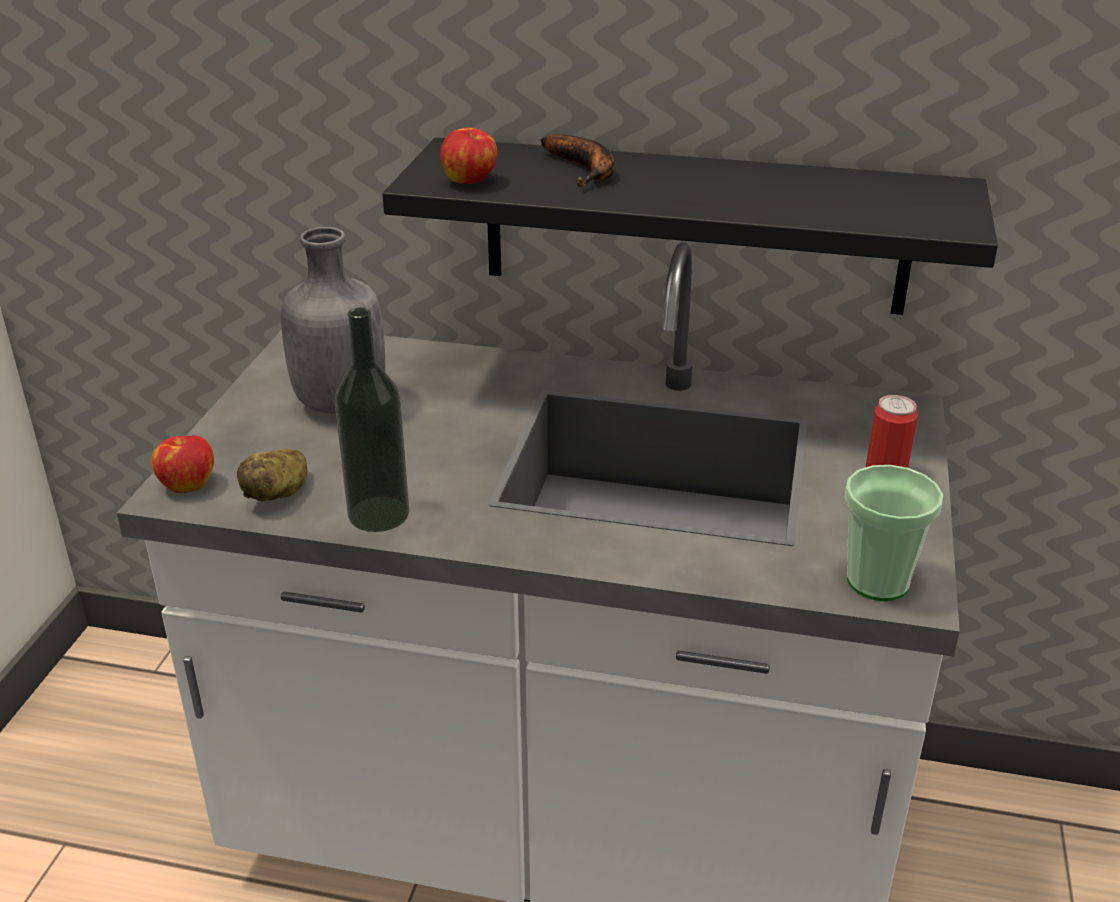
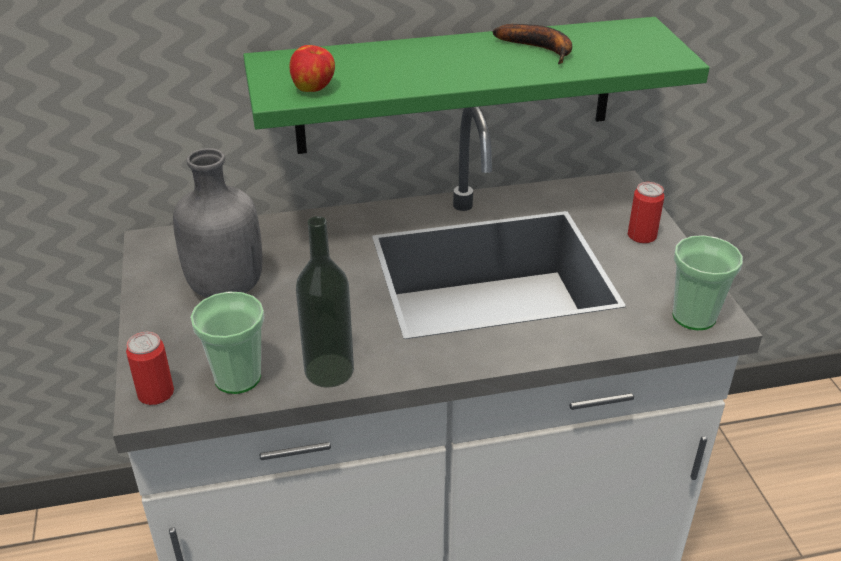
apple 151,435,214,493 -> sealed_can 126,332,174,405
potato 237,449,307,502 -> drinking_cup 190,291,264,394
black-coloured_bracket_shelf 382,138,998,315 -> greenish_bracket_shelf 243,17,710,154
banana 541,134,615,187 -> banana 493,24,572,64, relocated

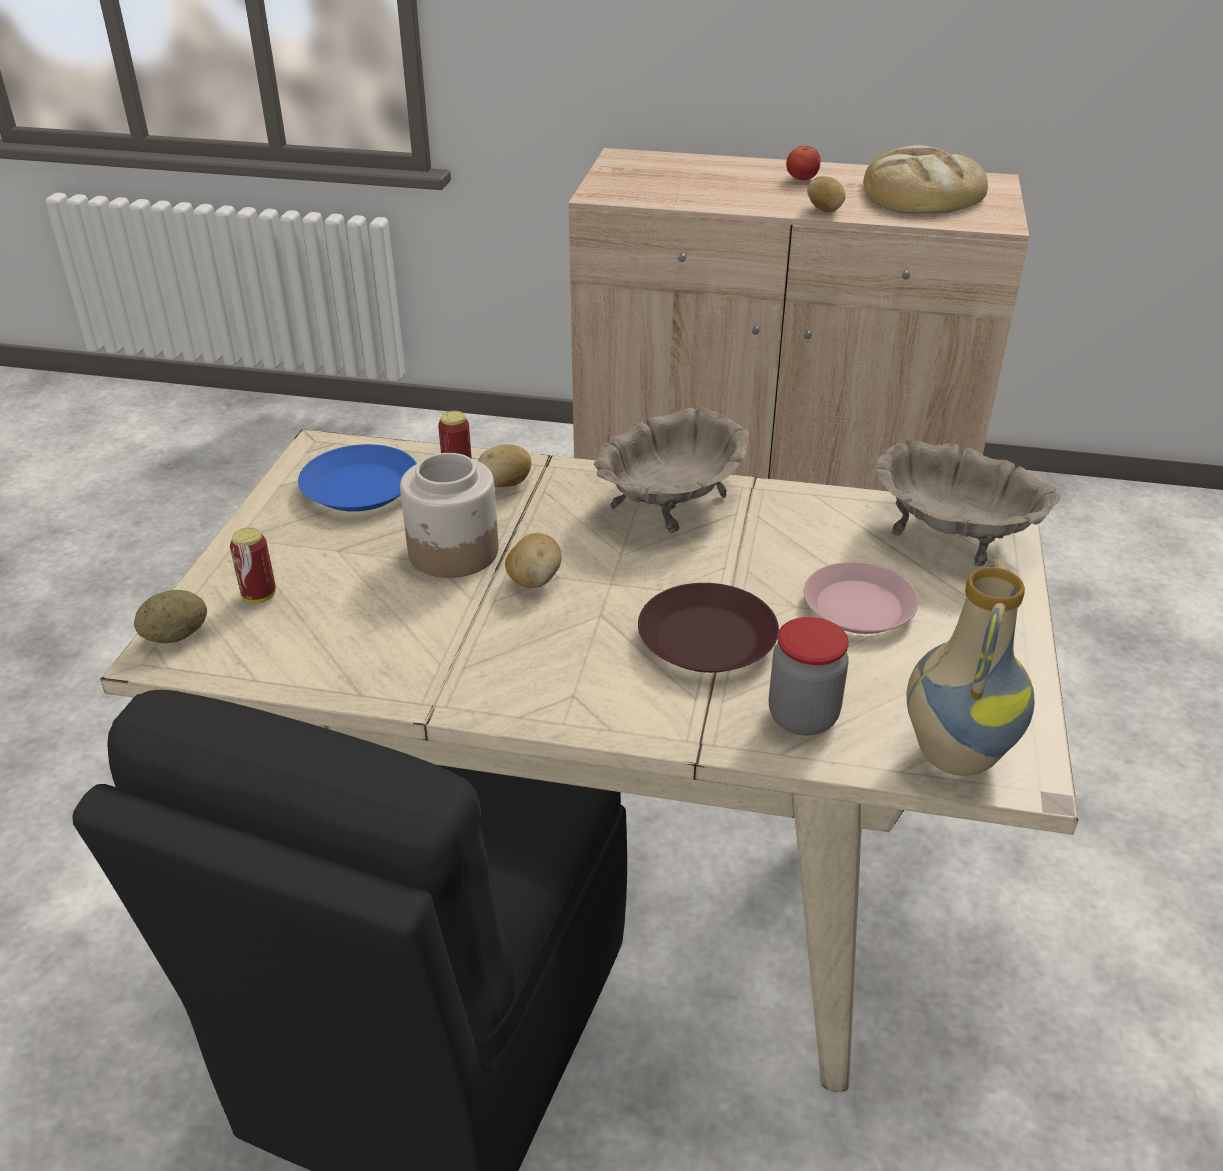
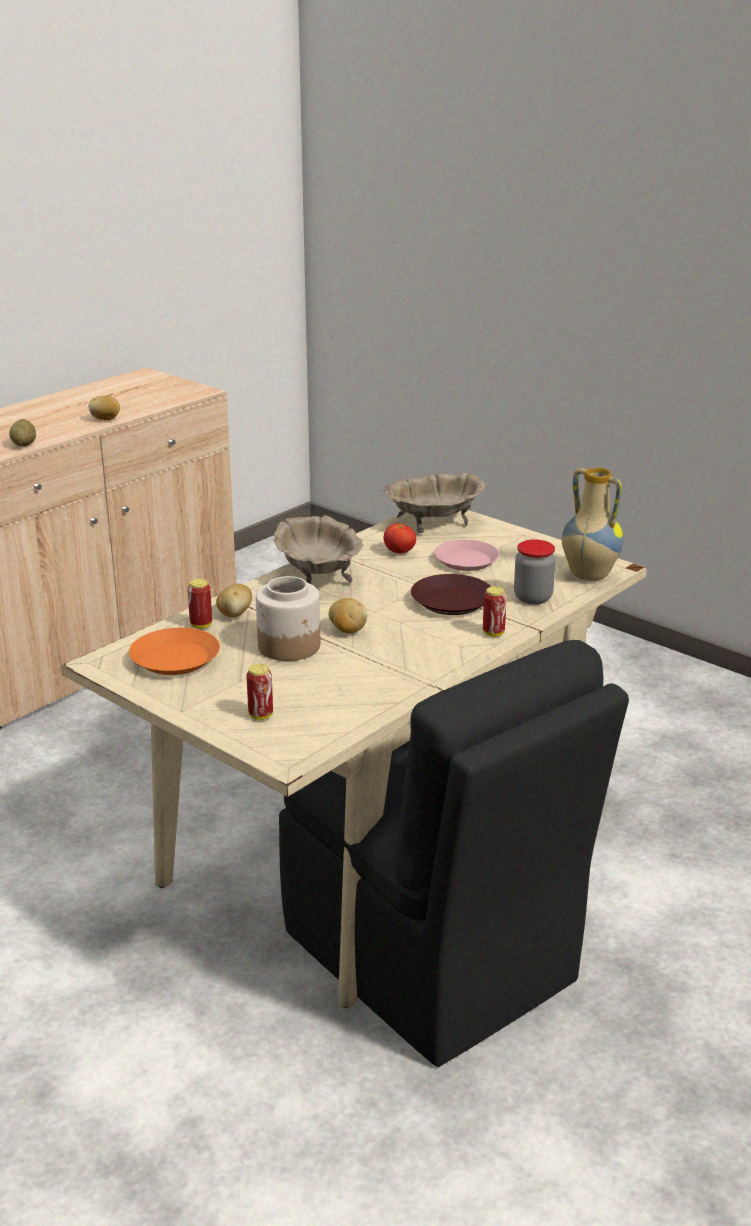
potato 134,590,207,643 -> potato 9,419,36,446, relocated
blue-coloured_plate 298,444,417,512 -> orange_plate 129,628,220,675
whole_tomato 786,146,821,180 -> whole_tomato 384,523,416,553, relocated
none -> sealed_can 483,586,507,637
baked_bread 863,145,988,214 -> none

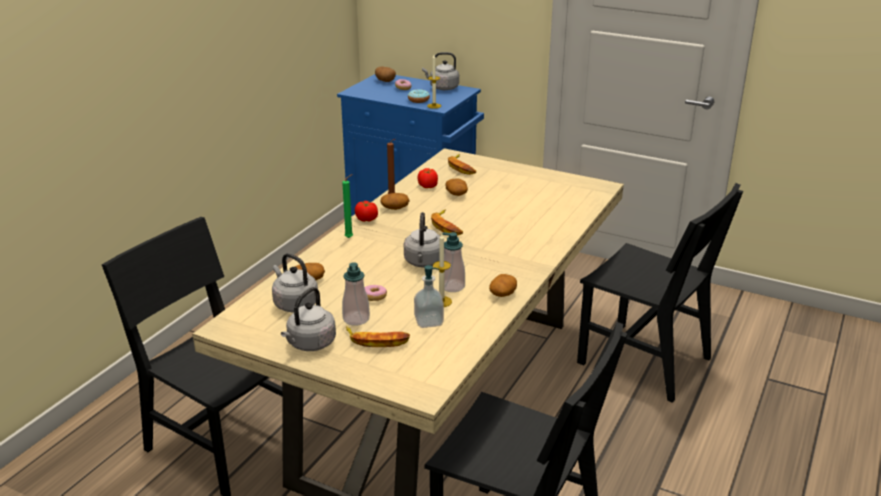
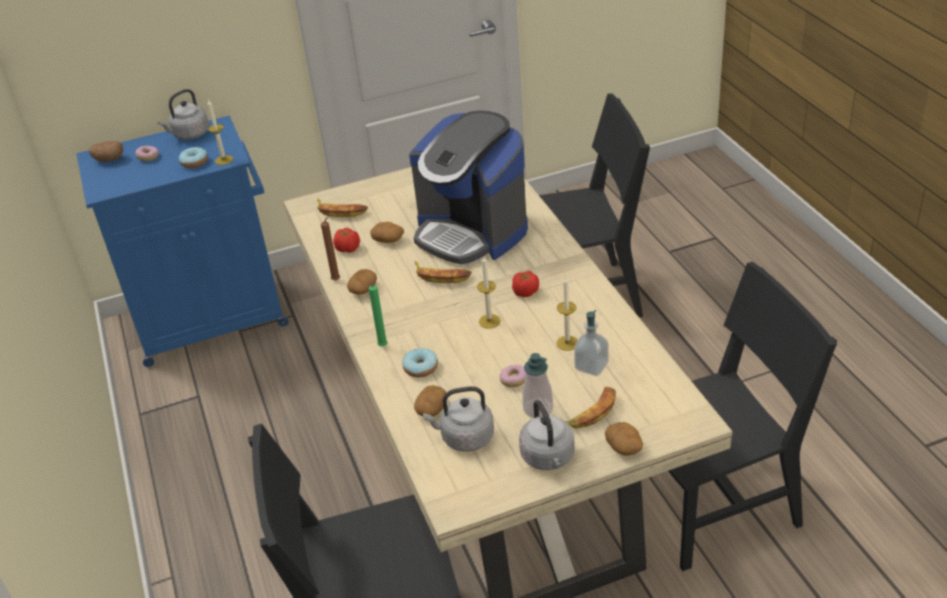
none -> donut 402,348,438,378
none -> coffee_maker 409,111,528,264
grey_tea_kettle 404,212,441,268 -> candle 477,256,501,329
whole_tomato 355,201,378,222 -> whole_tomato 512,271,539,297, relocated
potato 489,274,517,297 -> potato 605,422,643,456, relocated
soap_dispenser 443,232,465,292 -> none

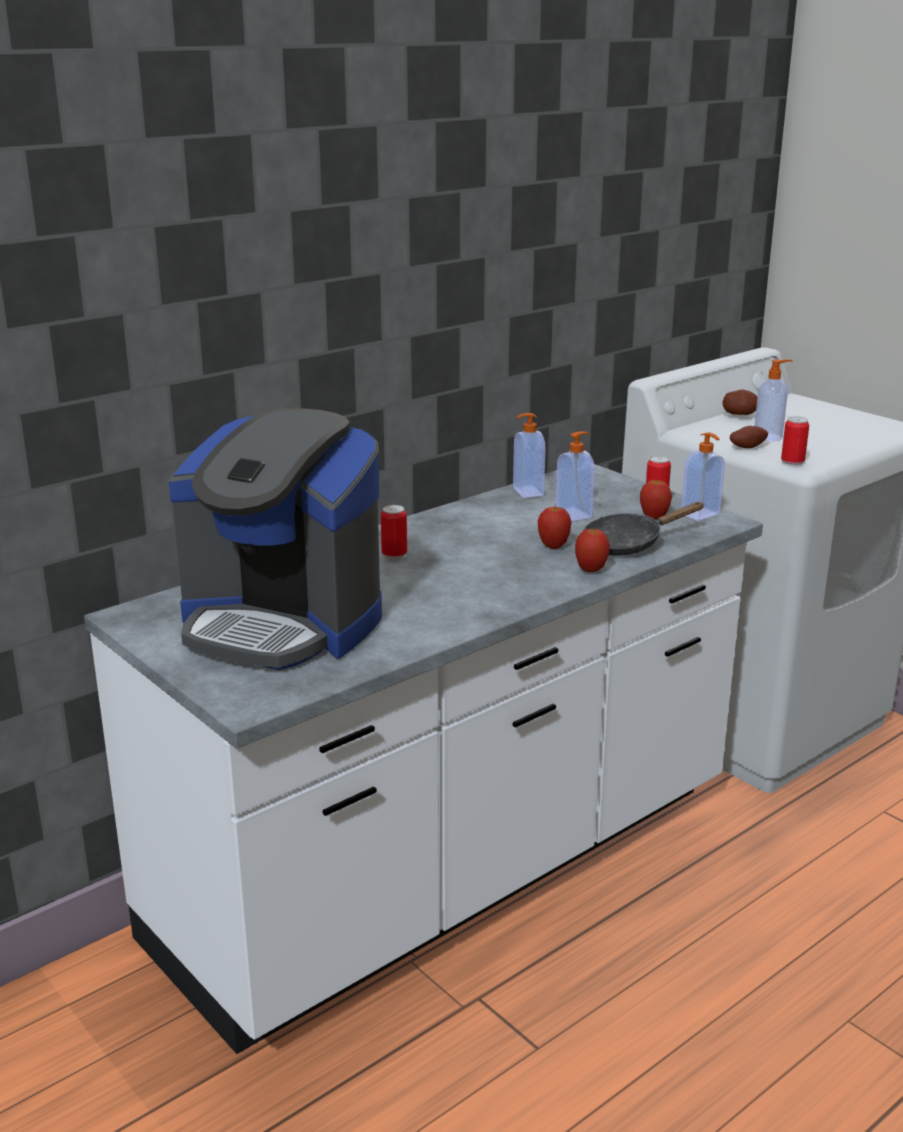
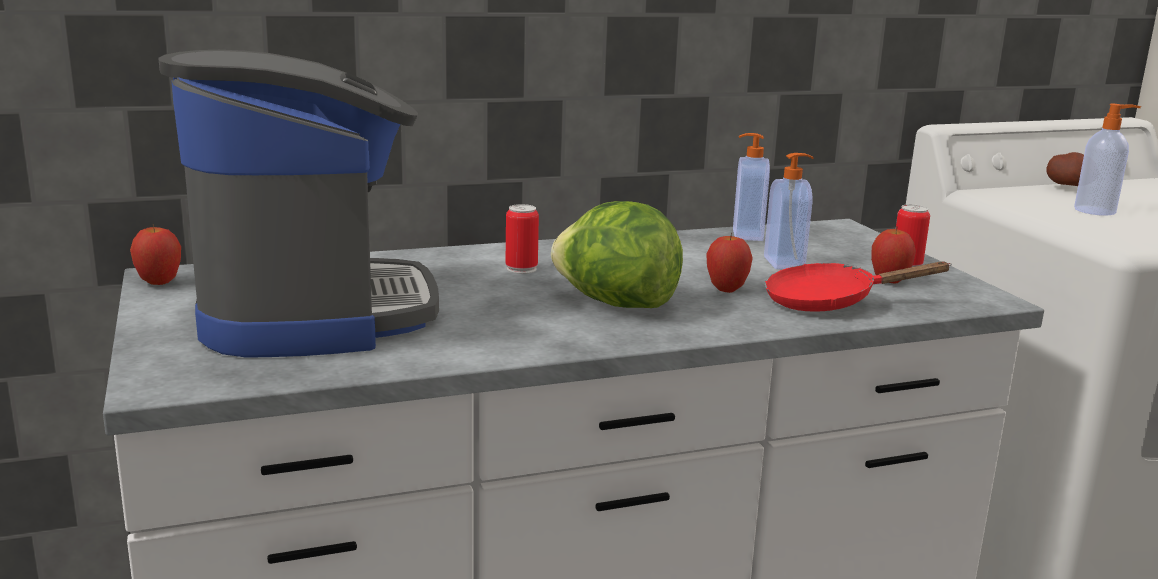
apple 575,527,610,572 -> apple 130,224,181,285, relocated
coffee_maker 169,408,382,670 -> coffee_maker 158,50,439,358, 150 degrees counterclockwise
none -> lettuce 551,201,683,308
black-coloured_frying_pan 583,502,704,556 -> red_frying_pan 765,261,952,312
soap_dispenser 681,432,725,521 -> none
potato 730,426,768,448 -> none
sealed_can 781,416,809,467 -> none

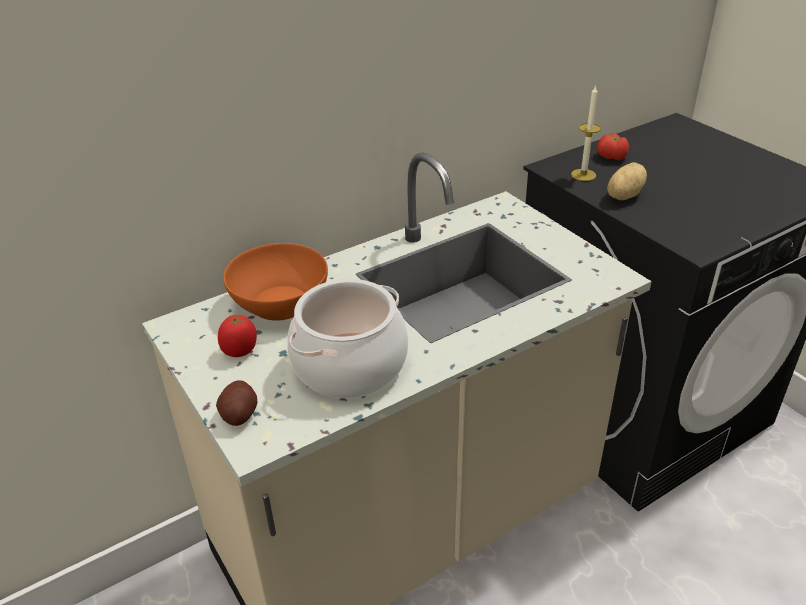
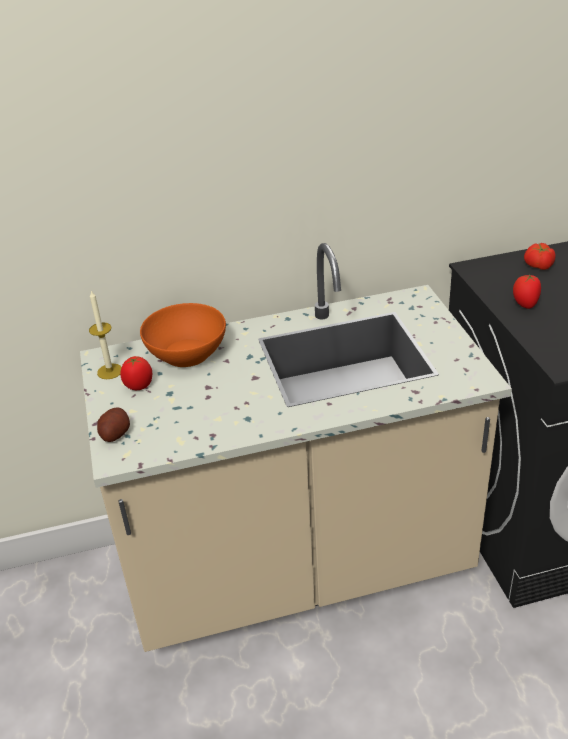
candle 571,85,601,181 -> candle 89,291,121,379, relocated
potato 607,163,647,200 -> whole_tomato 513,274,541,309
cooking_pot 287,279,408,399 -> none

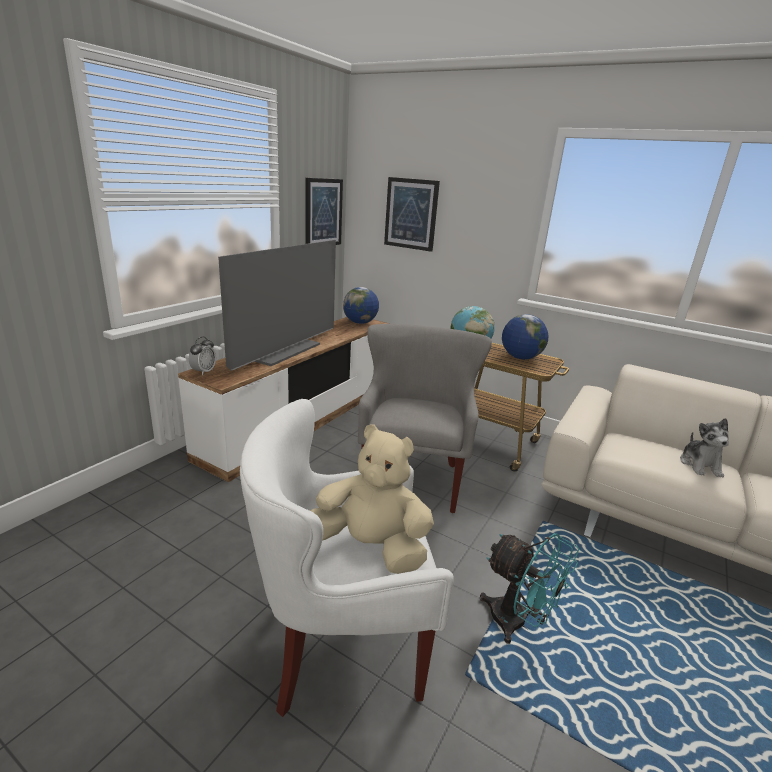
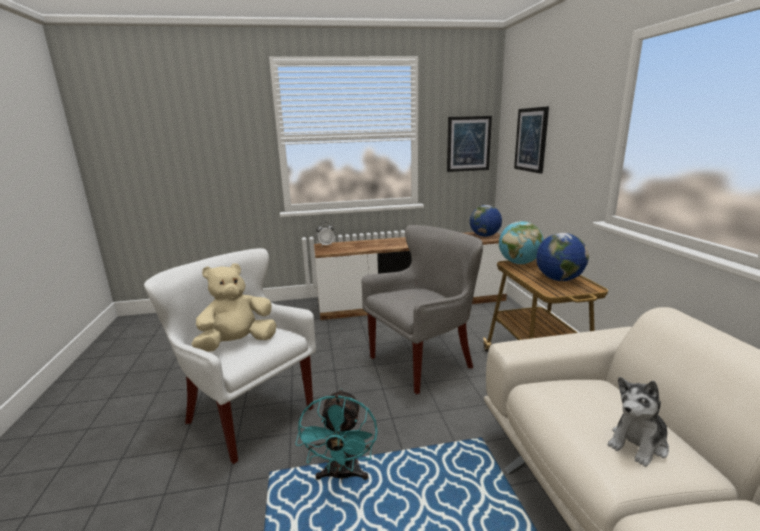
beige_plush_toy 310,425,434,574 -> beige_plush_toy 191,263,277,352, 105 degrees counterclockwise
TV 218,240,336,371 -> none

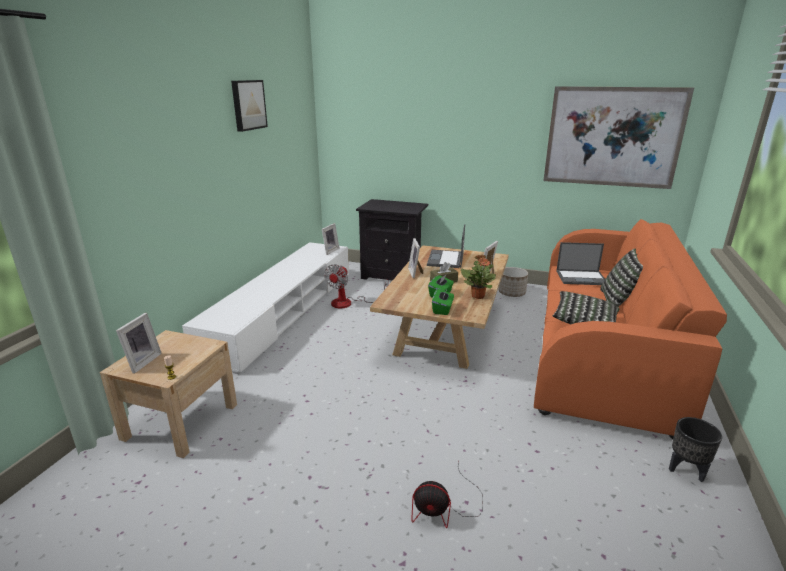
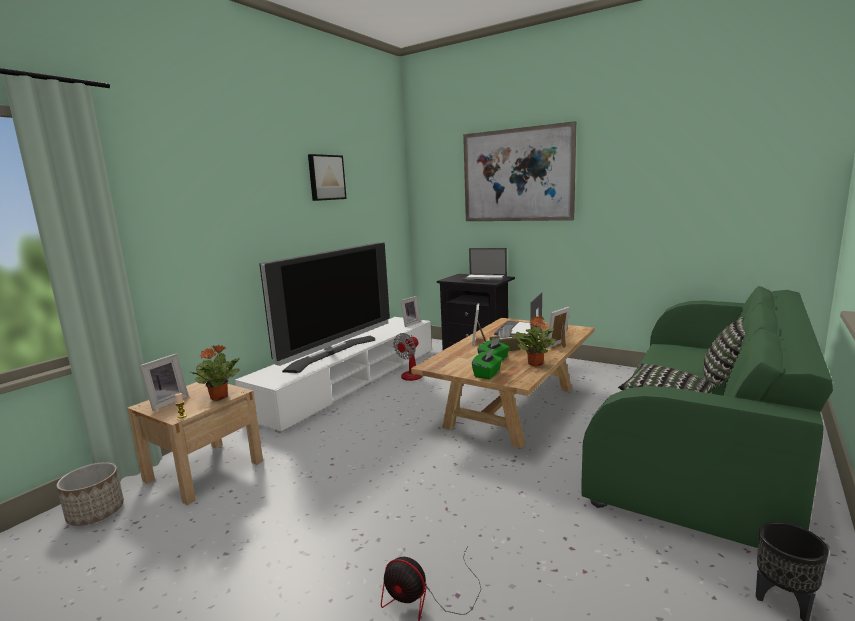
flower_pot 498,267,528,297 -> flower_pot 56,462,124,526, relocated
none -> plant_in_a_pot 189,345,240,401
none -> TV 259,242,390,373
portable_computer 556,242,605,285 -> portable_computer 462,248,507,282, relocated
picture 543,86,694,189 -> picture 463,121,576,221, relocated
orange_couch 534,219,727,439 -> greenish_couch 581,286,833,548

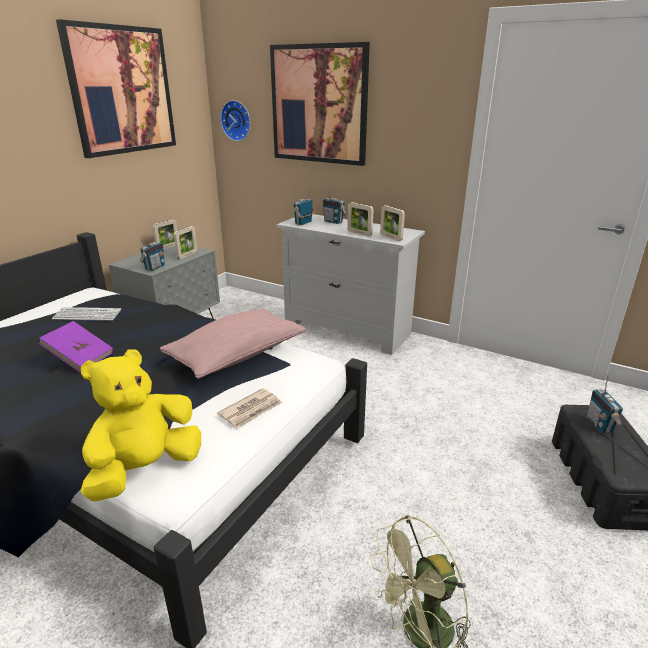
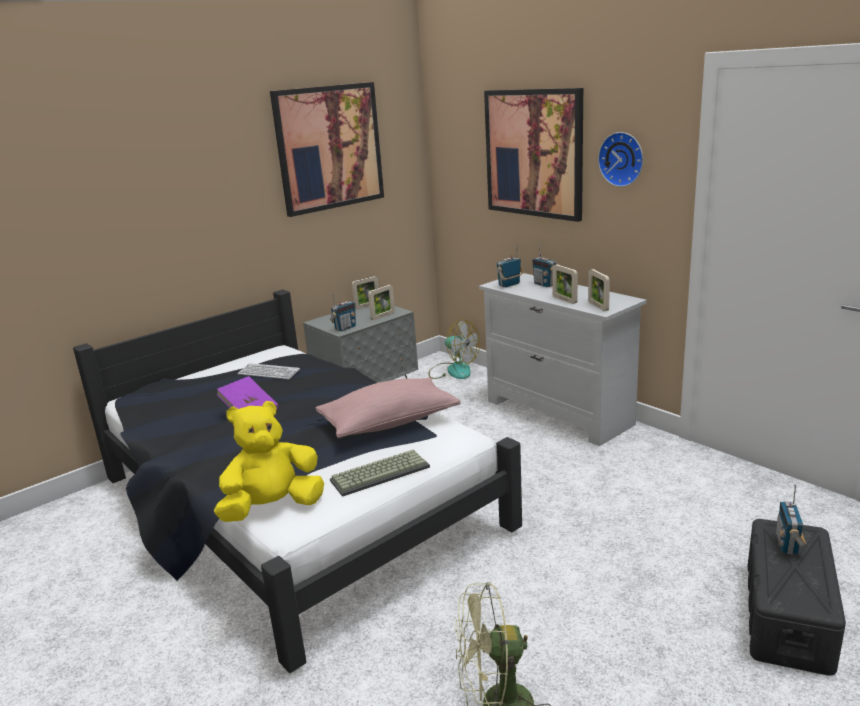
printed_paper 217,388,282,428 -> PC_keyboard 330,450,430,497
none -> fan 428,319,480,379
wall_clock 220,100,250,141 -> wall_clock 598,132,643,187, relocated

